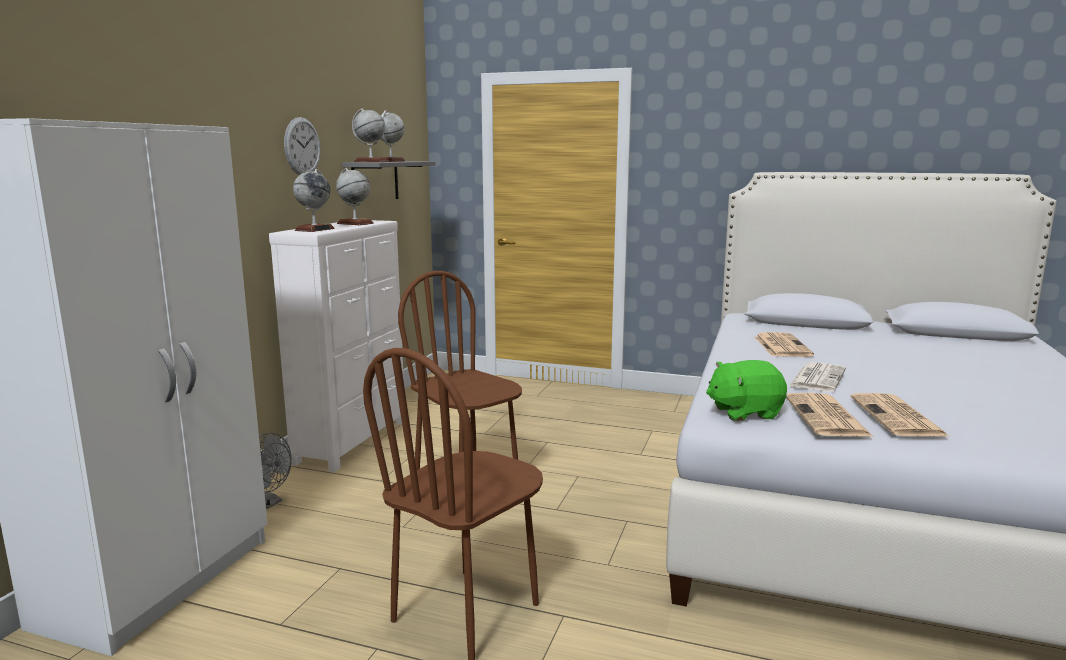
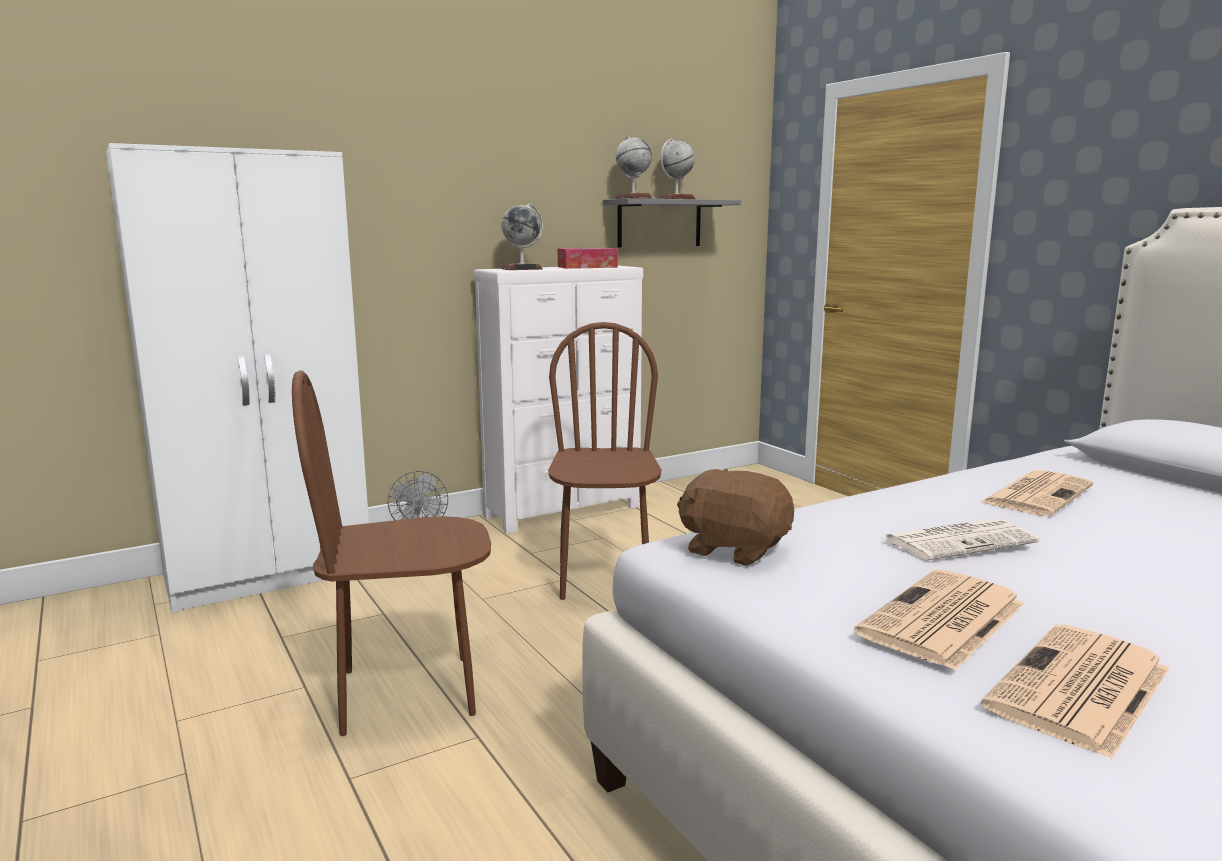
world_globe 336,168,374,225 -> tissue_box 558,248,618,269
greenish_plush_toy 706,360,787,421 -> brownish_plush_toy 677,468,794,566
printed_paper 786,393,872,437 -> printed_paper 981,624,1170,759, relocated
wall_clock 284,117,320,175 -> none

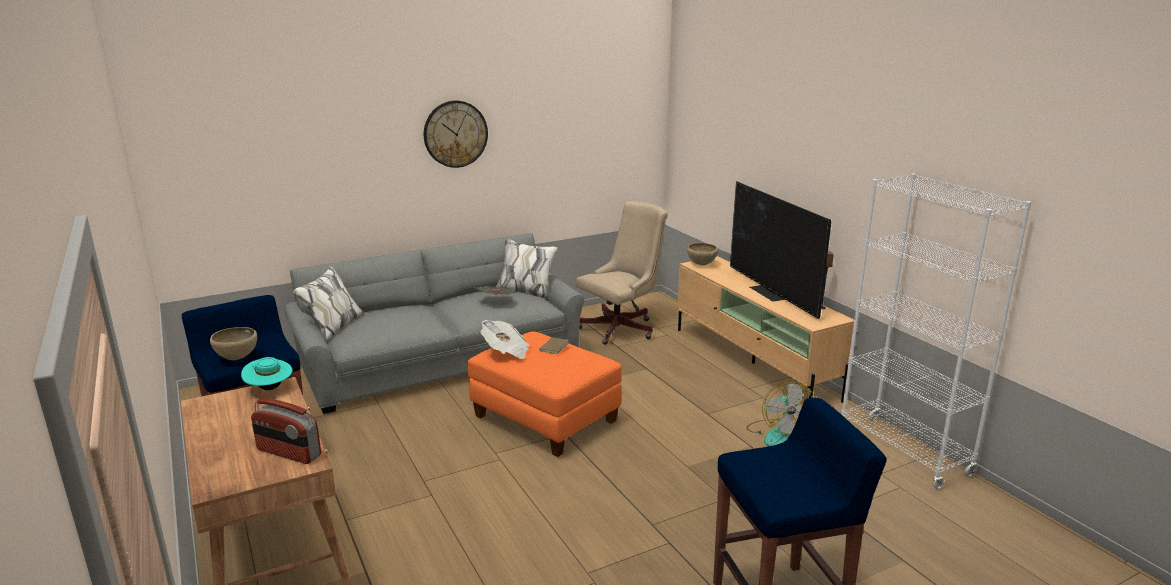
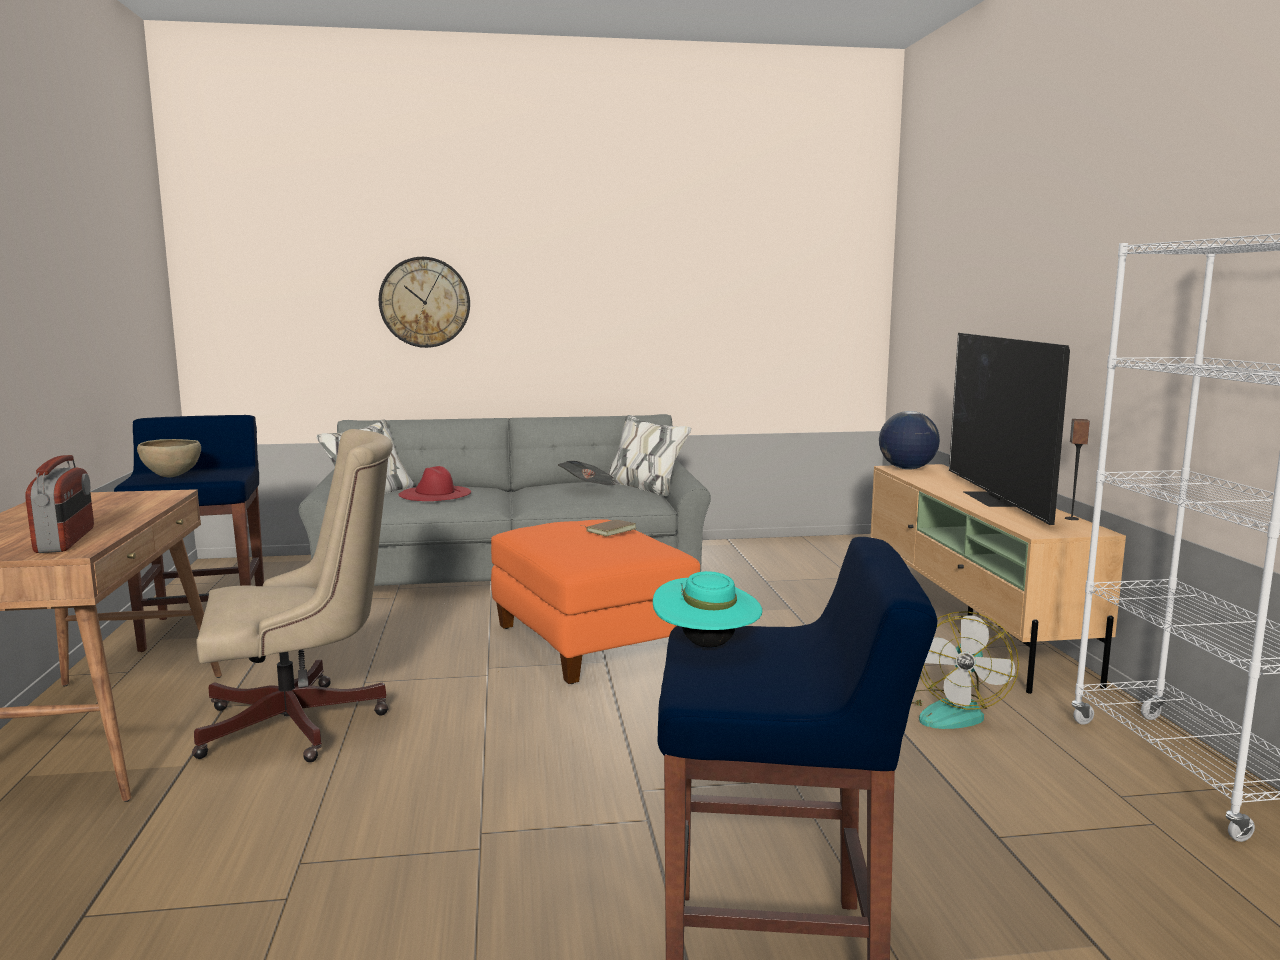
radio 251,398,321,464 -> radio 25,455,94,553, 150 degrees counterclockwise
beige_office_chair 576,201,668,345 -> beige_office_chair 192,429,393,762, relocated
wall_clock 424,101,488,168 -> wall_clock 379,257,470,348, relocated
none -> red_hat 398,466,471,501
blue-green_hat 241,357,292,390 -> blue-green_hat 653,571,762,648, relocated
brownish_serving_bowl 687,243,718,265 -> world_globe 879,411,940,470
printed_paper 481,320,530,359 -> none

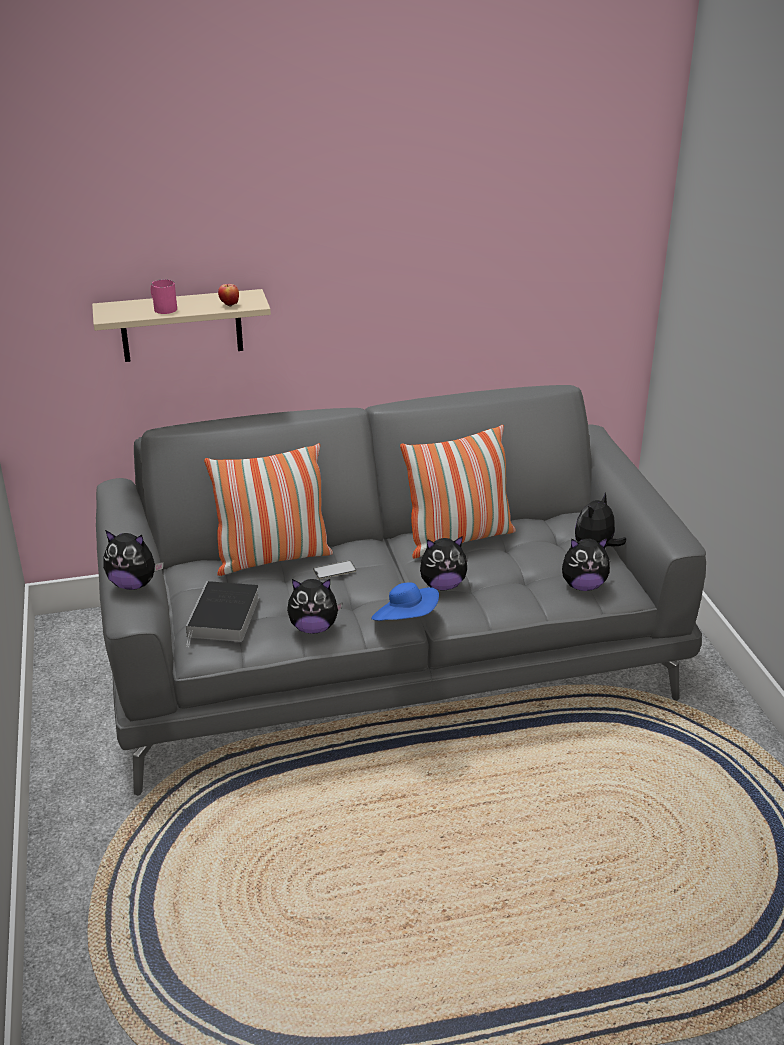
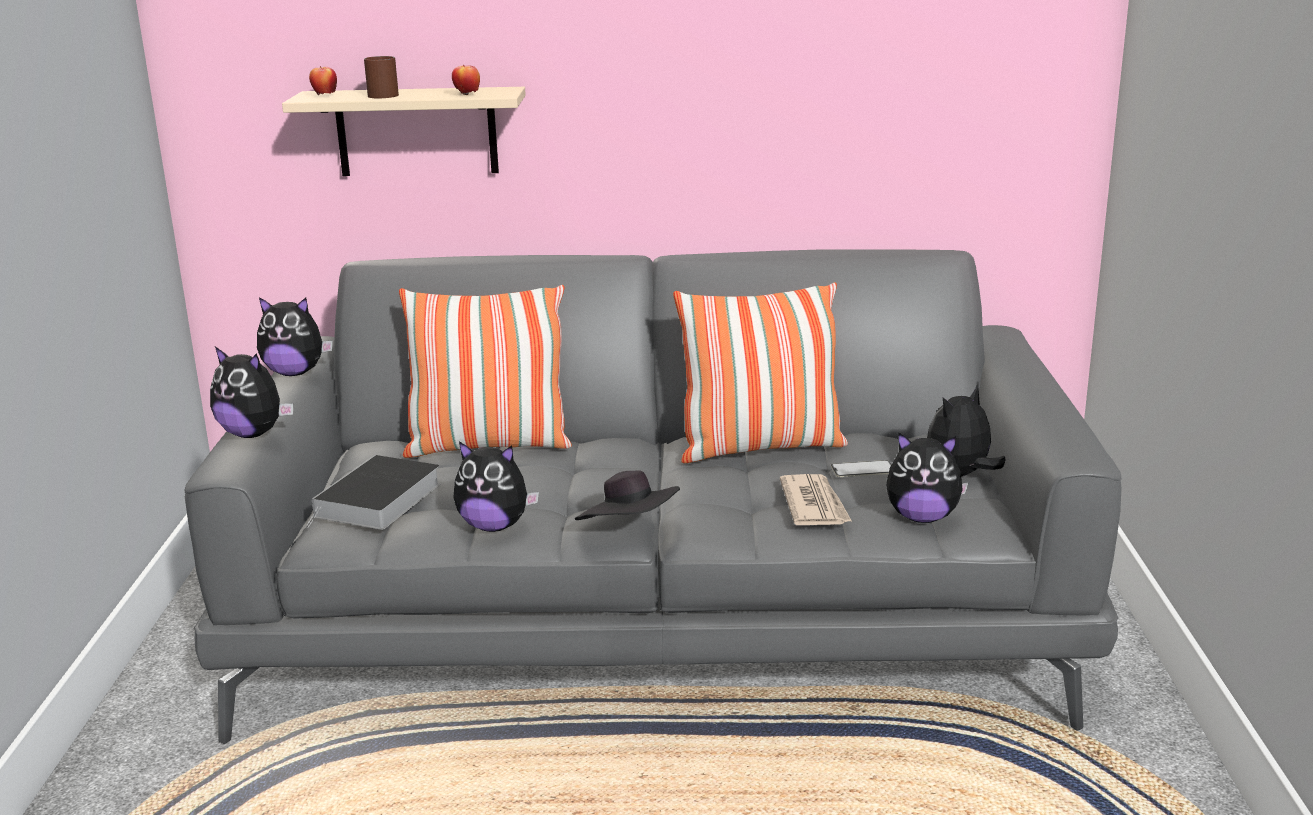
plush_toy 420,536,468,590 -> plush_toy 257,297,333,376, relocated
none -> apple 309,66,337,95
pink-coloured_tea_mug 151,279,177,314 -> brownish_tea_mug 364,56,399,98
blue-coloured_hat 371,583,439,621 -> black-coloured_hat 575,470,680,520
none -> printed_paper 780,474,852,525
handset 313,560,357,579 -> handset 831,460,891,477, relocated

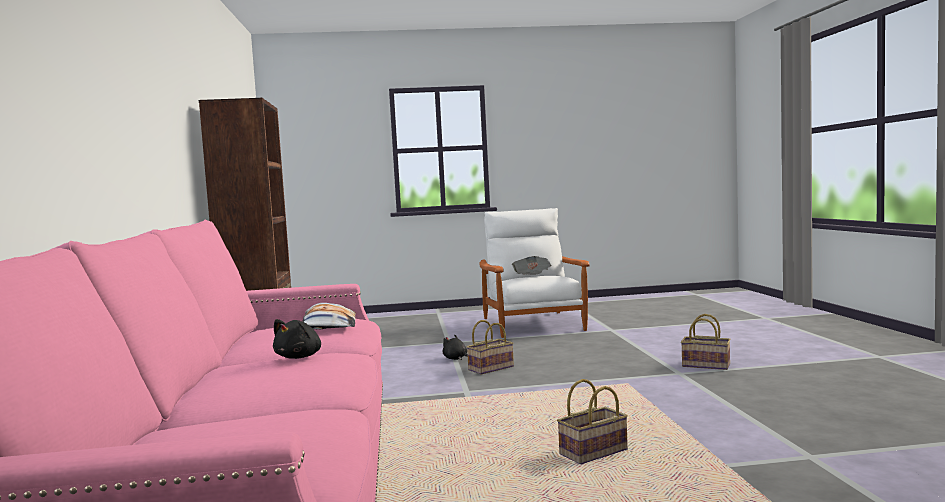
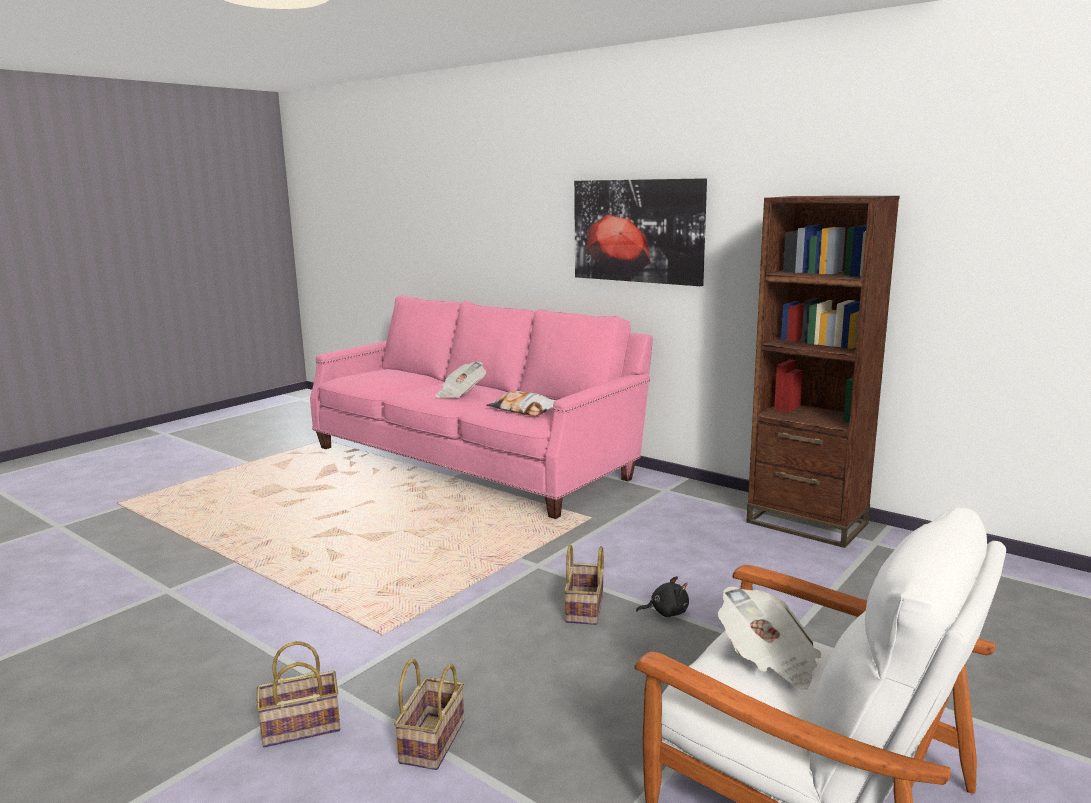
storage_basket 557,379,628,464 -> storage_basket 394,659,464,770, relocated
black-coloured_plush_toy 273,319,321,359 -> printed_paper 435,361,486,398
none -> picture 574,178,707,286

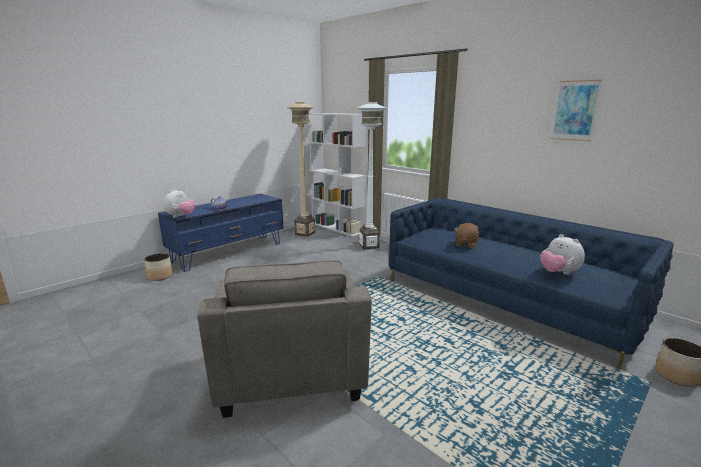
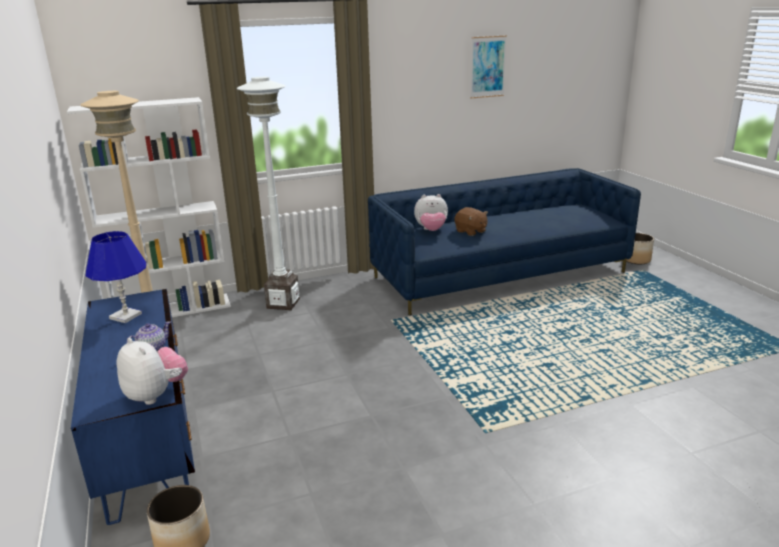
none -> blue-coloured_table_lamp 85,231,146,323
plush_toy 540,234,585,275 -> plush_toy 414,194,448,231, relocated
grey_armchair 197,260,372,418 -> none

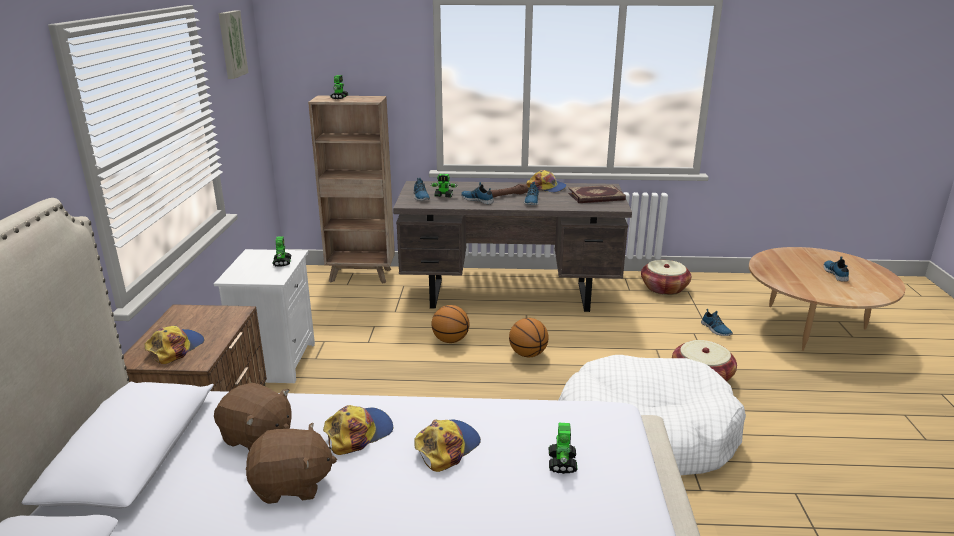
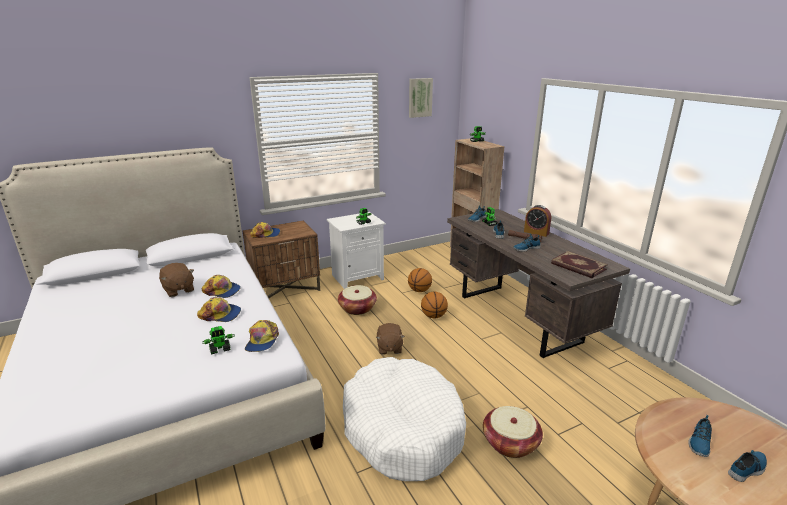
cap 526,170,567,193 -> cap 245,320,279,352, relocated
storage_basket 641,260,691,295 -> storage_basket 338,285,377,315, relocated
brownish_plush_toy 214,383,291,450 -> brownish_plush_toy 376,323,405,355, relocated
ball_for_basketball 509,318,549,357 -> ball_for_basketball 408,268,432,292, relocated
none -> table_clock 524,205,551,237
low_shoe 701,309,733,336 -> low_shoe 688,415,712,457, relocated

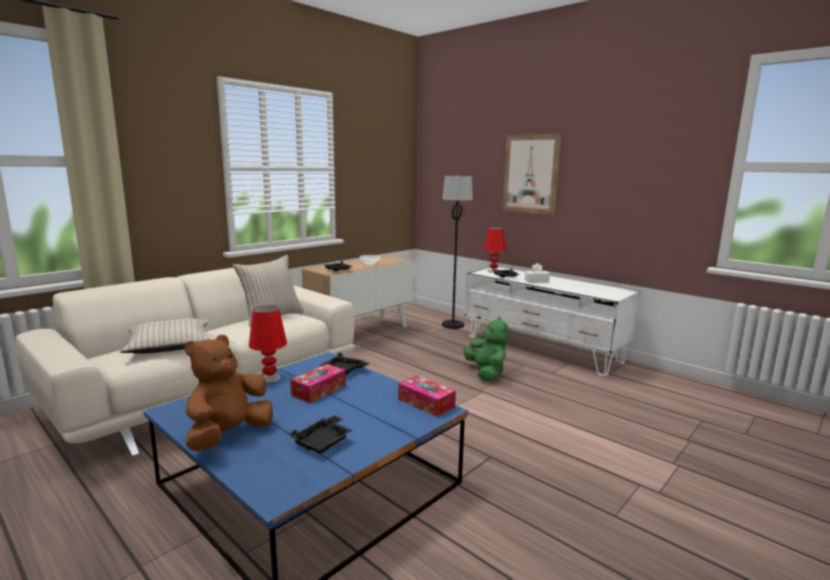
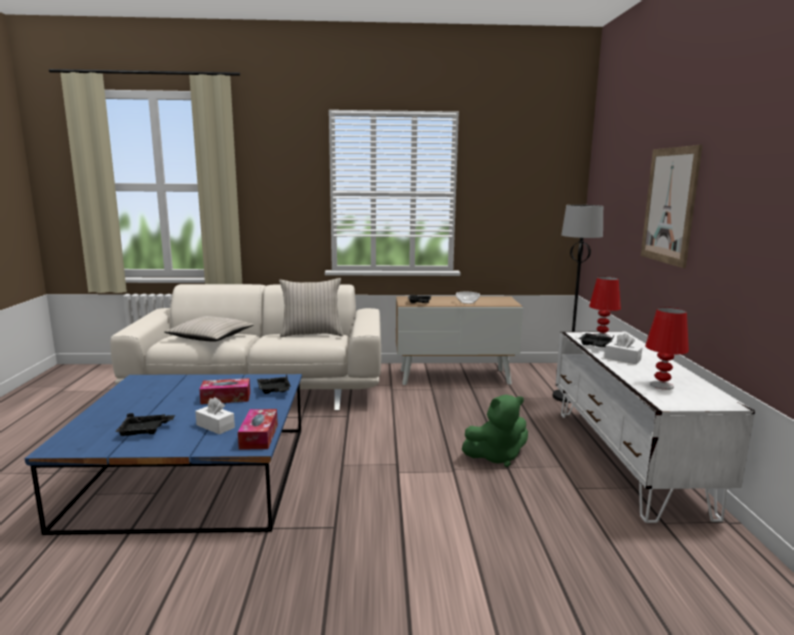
none -> white-coloured_tissue_box 195,397,235,435
greenish_plush_toy 464,317,509,382 -> greenish_plush_toy 462,395,528,467, 45 degrees clockwise
red_table_lamp 249,306,287,383 -> red_table_lamp 645,307,689,390, relocated
brownish_plush_toy 185,335,273,451 -> none

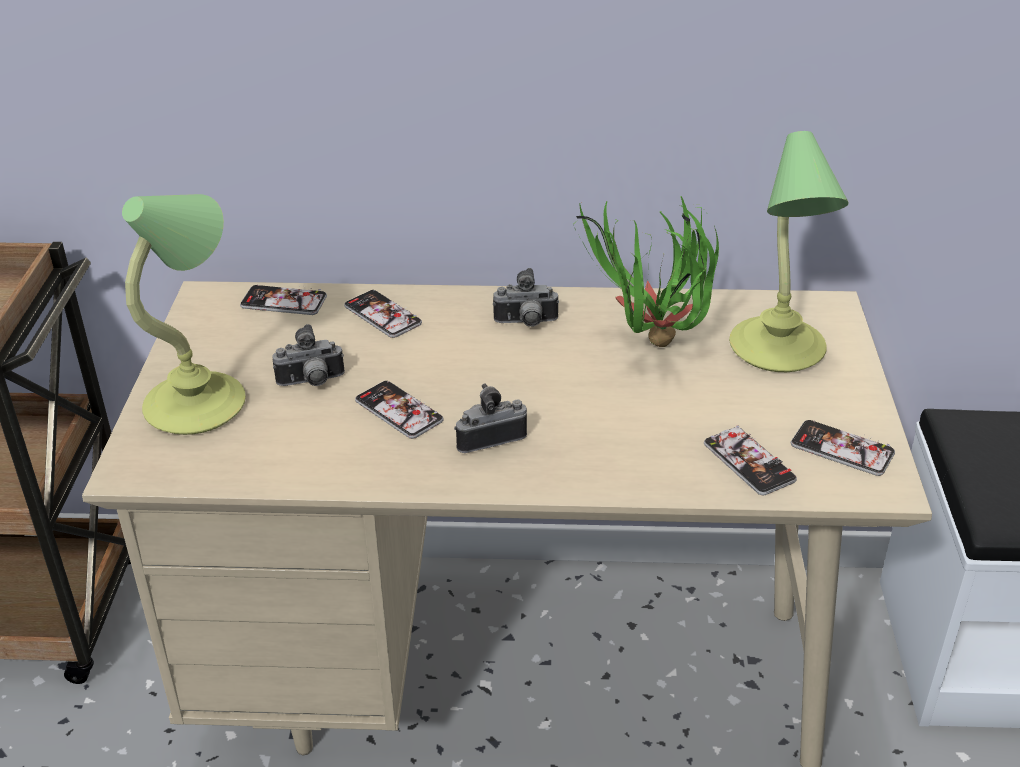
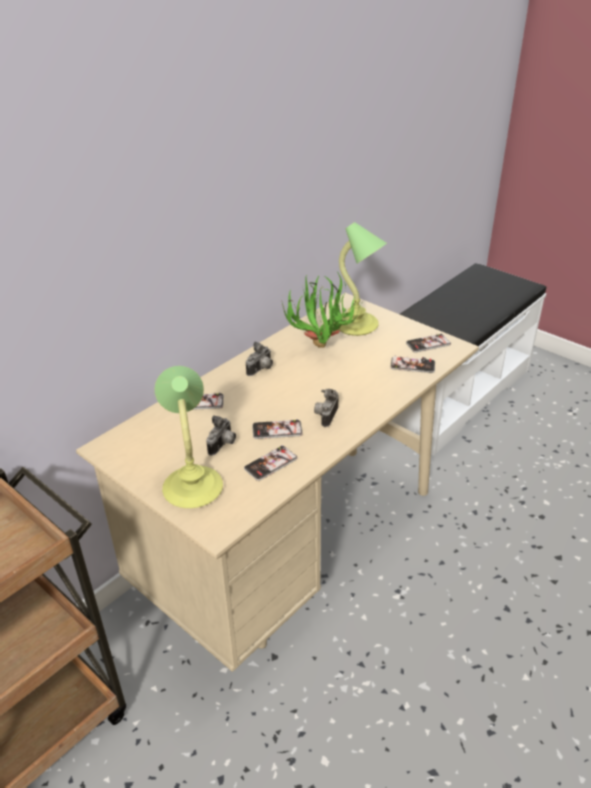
handset 240,284,327,315 -> handset 244,445,298,481, relocated

